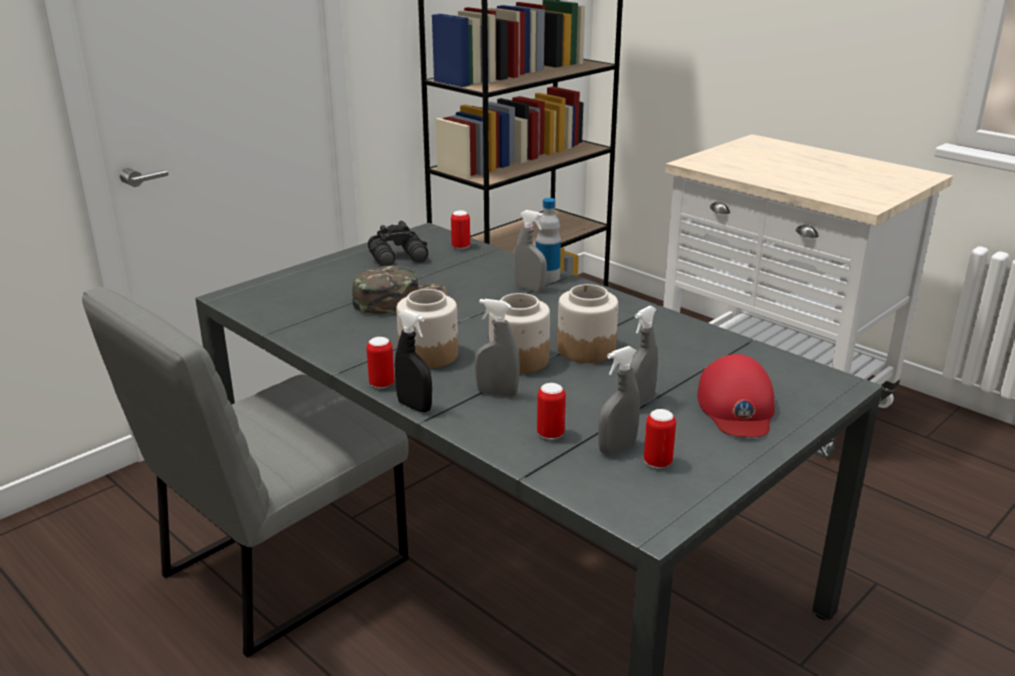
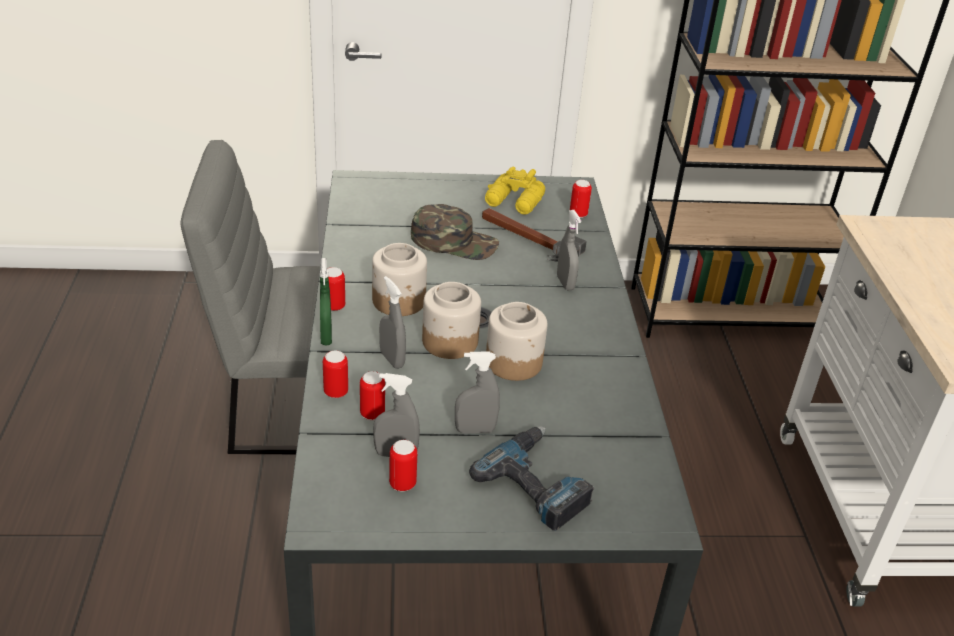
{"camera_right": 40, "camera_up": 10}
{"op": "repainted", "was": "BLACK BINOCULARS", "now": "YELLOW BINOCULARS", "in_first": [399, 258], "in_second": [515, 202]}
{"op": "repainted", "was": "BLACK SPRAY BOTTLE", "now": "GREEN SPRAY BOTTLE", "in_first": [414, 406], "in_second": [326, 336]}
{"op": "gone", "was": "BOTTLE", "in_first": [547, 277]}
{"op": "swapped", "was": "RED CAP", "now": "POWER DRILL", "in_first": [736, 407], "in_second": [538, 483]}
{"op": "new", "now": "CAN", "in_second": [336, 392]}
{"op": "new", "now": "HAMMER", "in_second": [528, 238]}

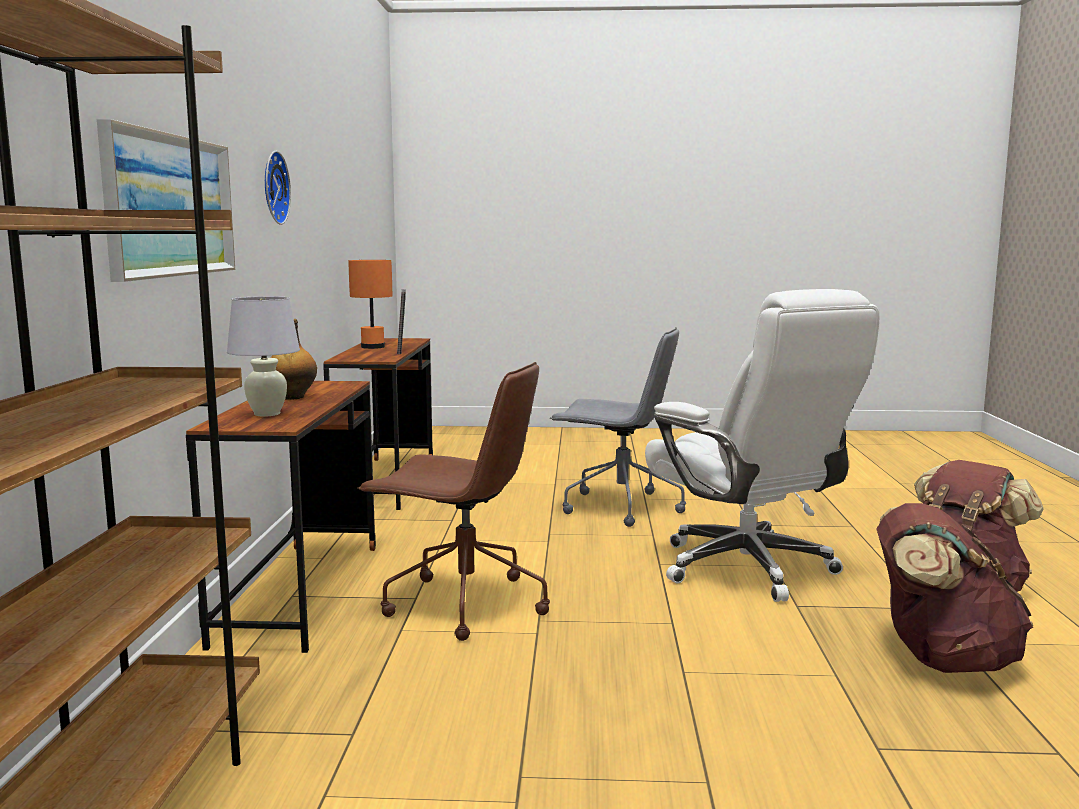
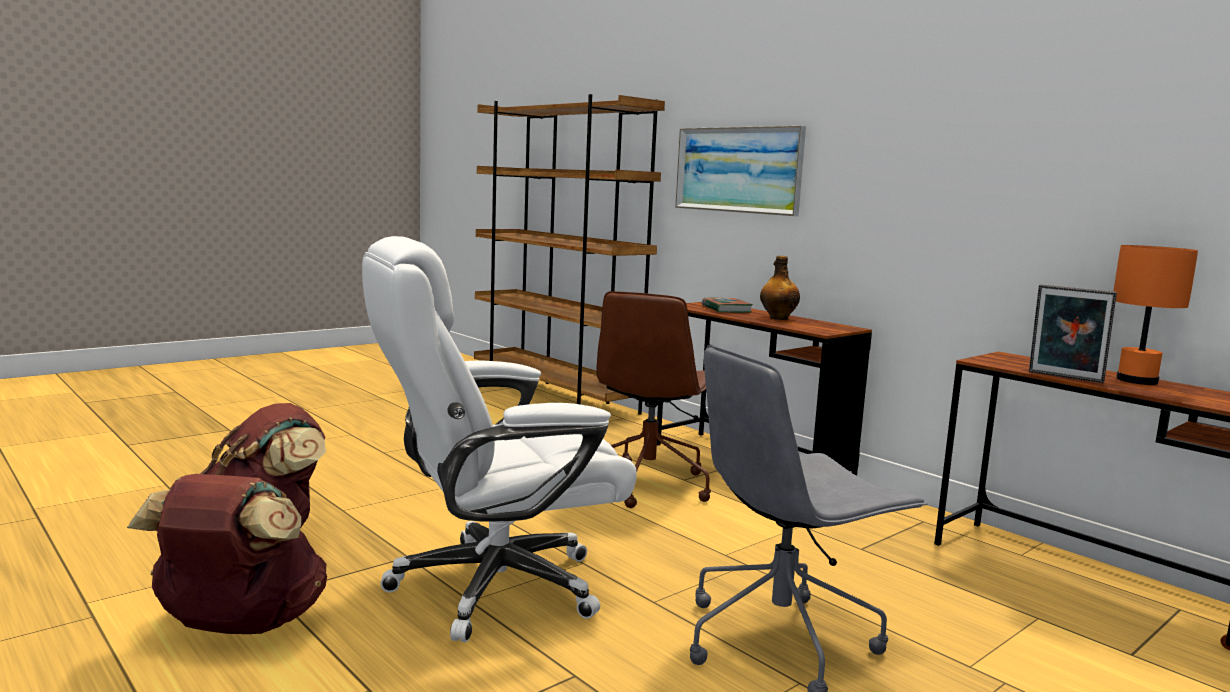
{"camera_right": 135, "camera_up": 0}
{"op": "swapped", "was": "WHITE TABLE LAMP", "now": "BOOK", "in_first": [267, 414], "in_second": [726, 309]}
{"op": "gone", "was": "WALL CLOCK", "in_first": [272, 187]}
{"op": "rotated", "was": "BROWN OFFICE CHAIR", "in_first": [459, 604], "in_second": [649, 483], "clockwise": -45}
{"op": "rotated", "was": "WHITE OFFICE CHAIR", "in_first": [746, 567], "in_second": [496, 587], "clockwise": -45}

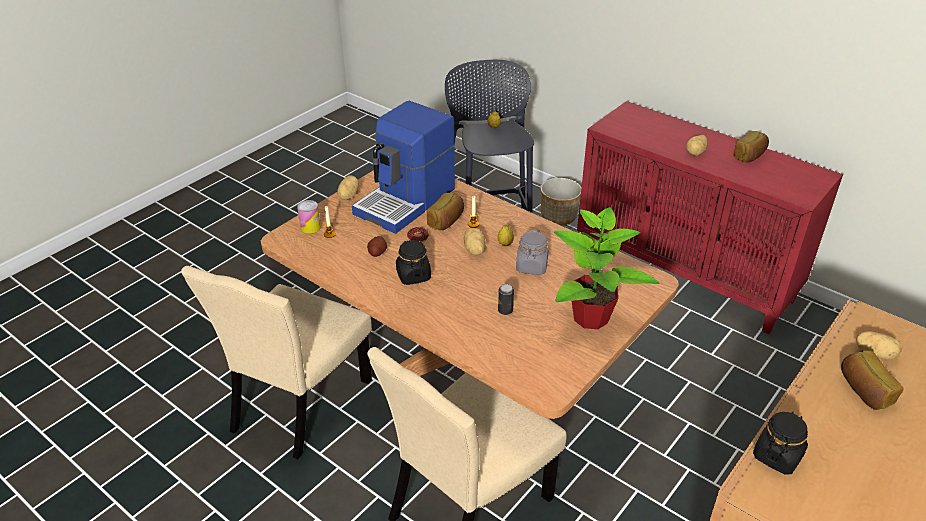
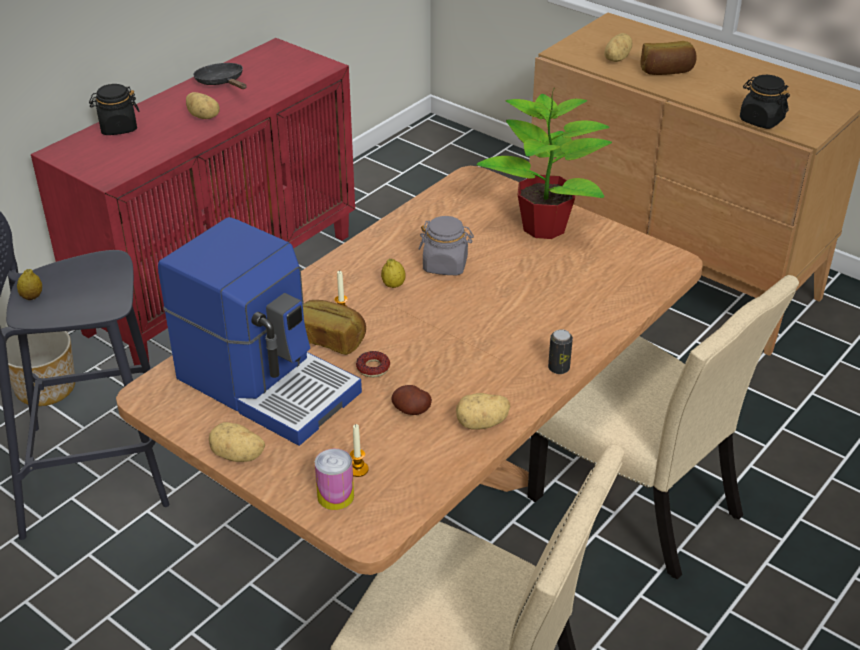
{"camera_right": -90, "camera_up": 0}
{"op": "shifted", "was": "BLACK JAR", "in_first": [413, 275], "in_second": [118, 128]}
{"op": "shifted", "was": "POTATO", "in_first": [474, 250], "in_second": [482, 424]}
{"op": "shifted", "was": "CAN", "in_first": [505, 310], "in_second": [558, 368]}
{"op": "swapped", "was": "BREAD", "now": "BLACK FRYING PAN", "in_first": [750, 156], "in_second": [222, 83]}

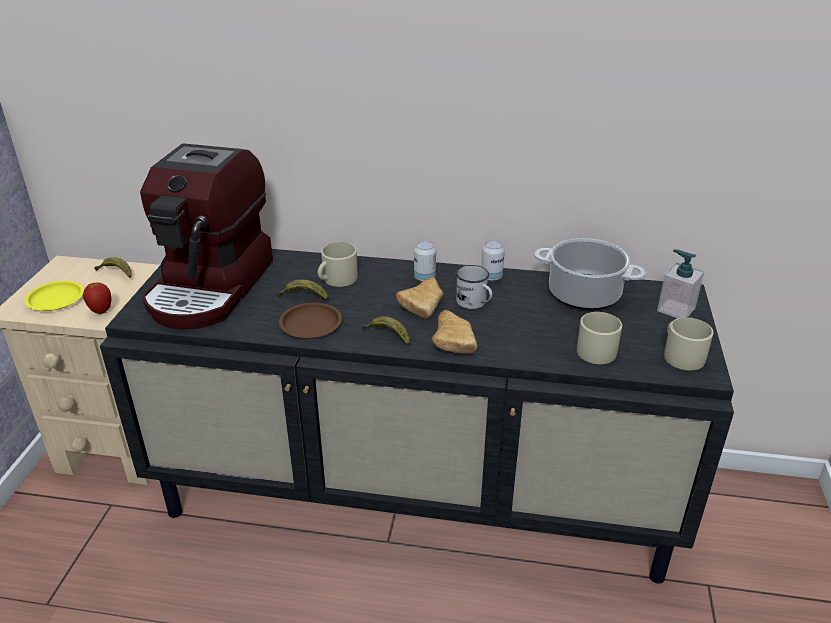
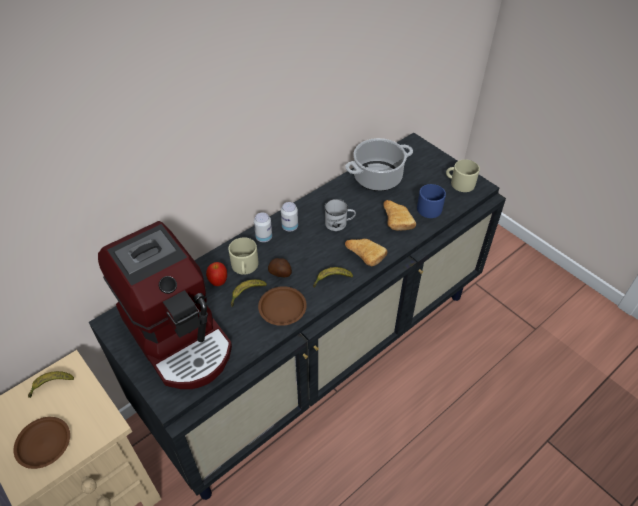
{"camera_right": -50, "camera_up": 15}
{"op": "repainted", "was": "YELLOW PLATE", "now": "BROWN PLATE", "in_first": [56, 299], "in_second": [44, 443]}
{"op": "shifted", "was": "APPLE", "in_first": [101, 311], "in_second": [218, 282]}
{"op": "shifted", "was": "BREAD", "in_first": [424, 304], "in_second": [396, 219]}
{"op": "shifted", "was": "CAN", "in_first": [491, 277], "in_second": [264, 237]}
{"op": "repainted", "was": "BEIGE MUG", "now": "BLUE MUG", "in_first": [600, 350], "in_second": [429, 206]}
{"op": "gone", "was": "SOAP DISPENSER", "in_first": [675, 309]}
{"op": "new", "now": "POTATO", "in_second": [280, 273]}

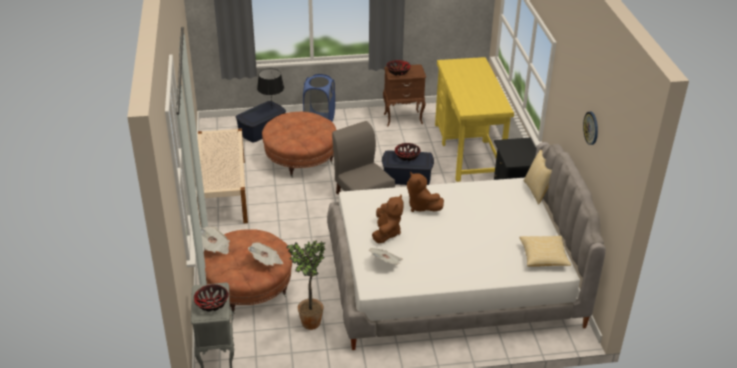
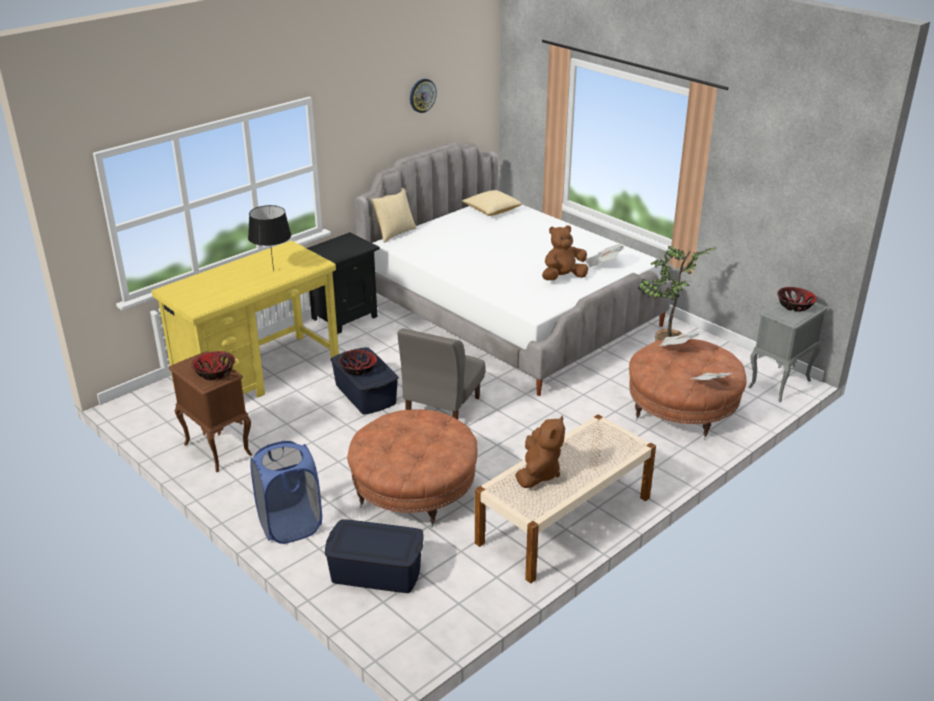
{"camera_right": -125, "camera_up": -5}
{"op": "shifted", "was": "BLACK TABLE LAMP", "in_first": [272, 109], "in_second": [273, 271]}
{"op": "shifted", "was": "BROWN PLUSH TOY", "in_first": [421, 206], "in_second": [538, 473]}

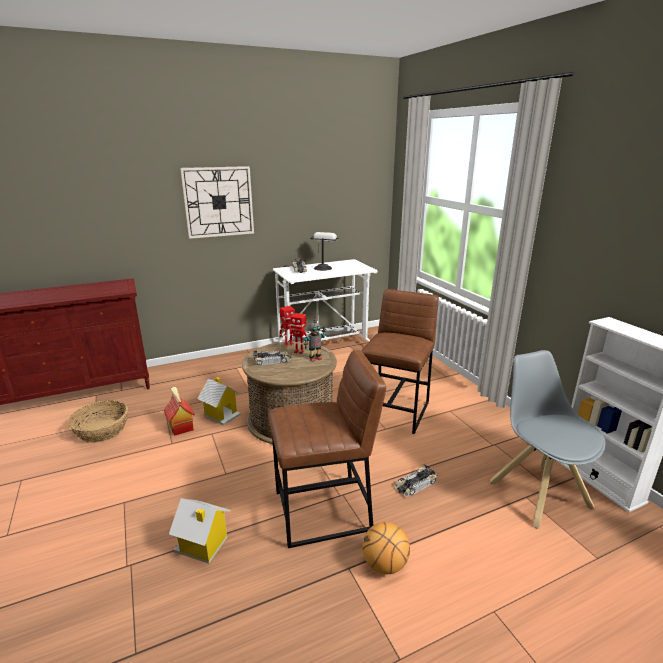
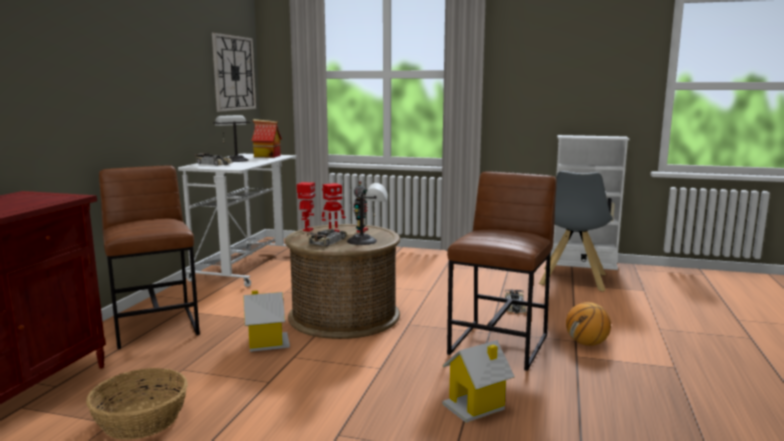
{"camera_right": -50, "camera_up": -10}
{"op": "shifted", "was": "TOY HOUSE", "in_first": [180, 427], "in_second": [266, 156]}
{"op": "shifted", "was": "WALL CLOCK", "in_first": [218, 202], "in_second": [234, 73]}
{"op": "shifted", "was": "BROWN CHAIR", "in_first": [395, 410], "in_second": [155, 325]}
{"op": "rotated", "was": "GREY CHAIR", "in_first": [537, 492], "in_second": [572, 280], "clockwise": -90}
{"op": "new", "now": "TABLE LAMP", "in_second": [368, 241]}

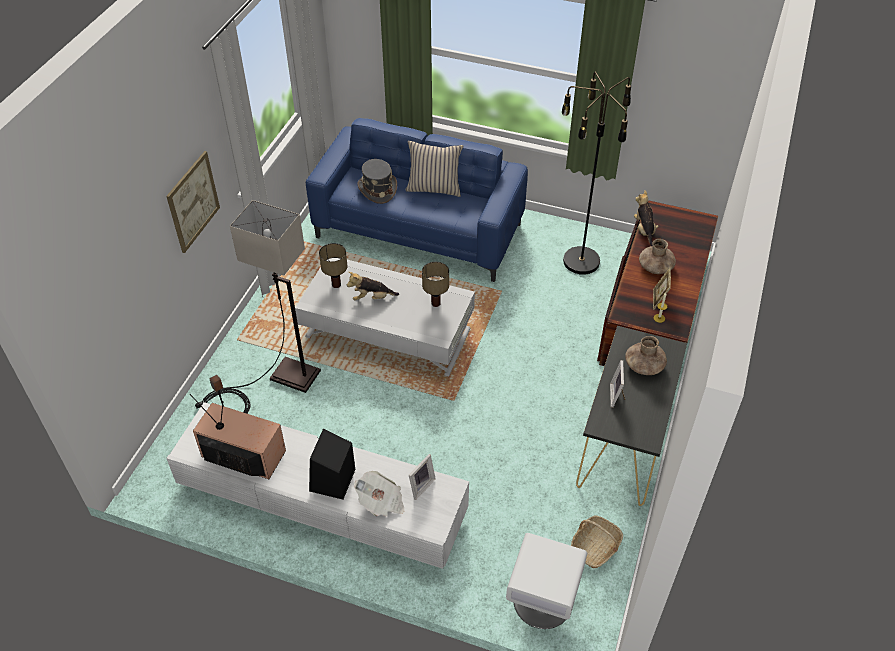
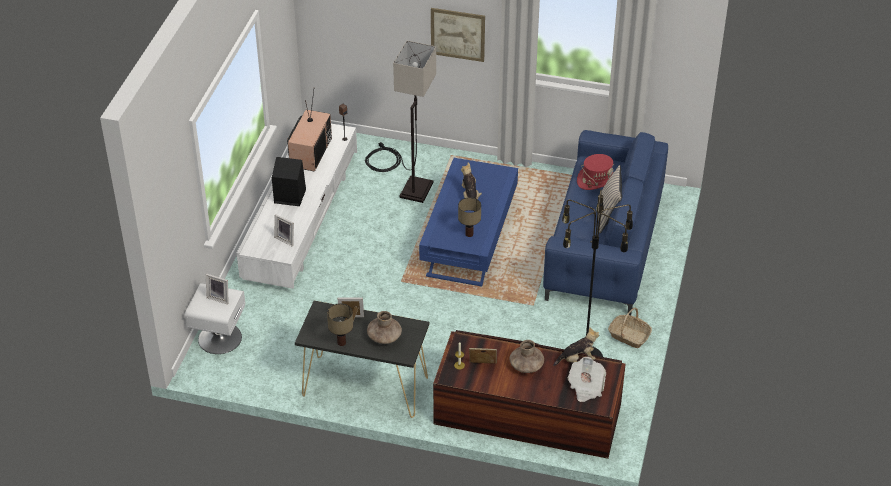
{"camera_right": 85, "camera_up": -5}
{"op": "repainted", "was": "WHITE COFFEE TABLE", "now": "BLUE COFFEE TABLE", "in_first": [388, 334], "in_second": [469, 238]}
{"op": "shifted", "was": "TABLE LAMP", "in_first": [336, 284], "in_second": [342, 342]}
{"op": "shifted", "was": "NEWSPAPER", "in_first": [381, 502], "in_second": [586, 387]}
{"op": "repainted", "was": "GREY HAT", "now": "RED HAT", "in_first": [377, 189], "in_second": [596, 180]}
{"op": "shifted", "was": "BASKET", "in_first": [595, 547], "in_second": [629, 336]}
{"op": "new", "now": "PICTURE FRAME", "in_second": [219, 298]}

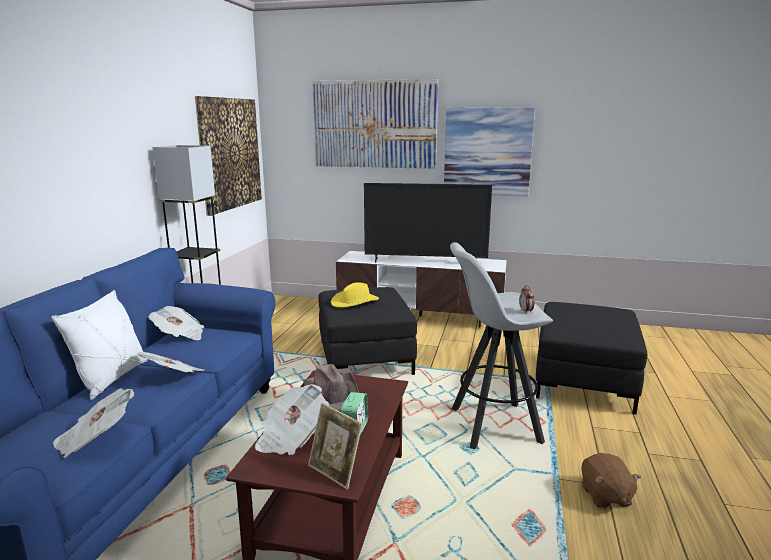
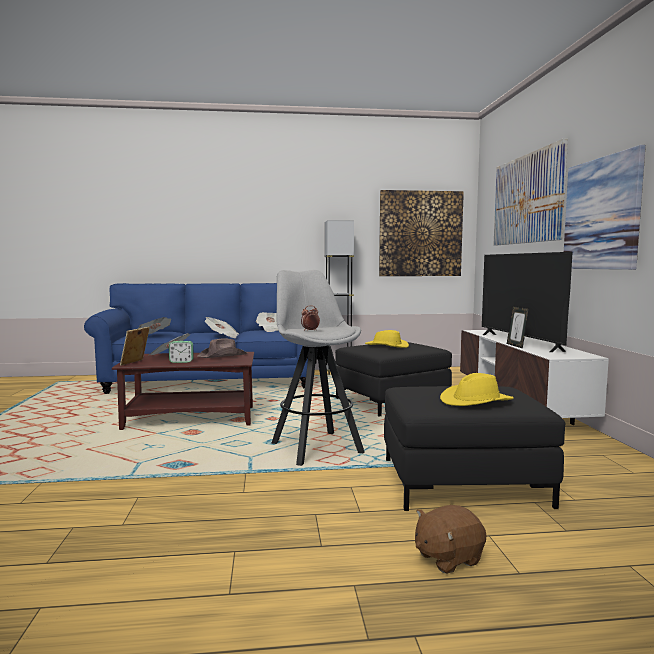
{"camera_right": 70, "camera_up": -10}
{"op": "gone", "was": "WHITE PILLOW", "in_first": [112, 378]}
{"op": "shifted", "was": "BROWN PLUSH TOY", "in_first": [605, 496], "in_second": [447, 557]}
{"op": "new", "now": "YELLOW HAT", "in_second": [476, 401]}
{"op": "new", "now": "PICTURE FRAME", "in_second": [516, 346]}

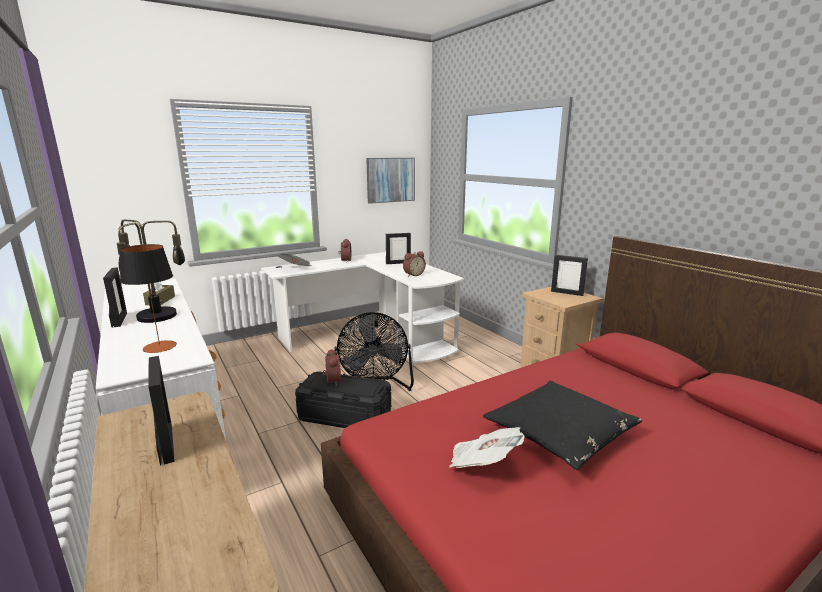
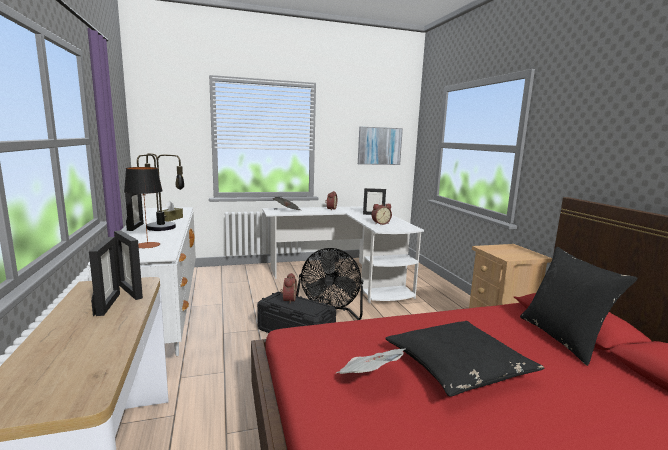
{"camera_right": 15, "camera_up": -5}
{"op": "shifted", "was": "PICTURE FRAME", "in_first": [567, 293], "in_second": [131, 291]}
{"op": "new", "now": "BLACK PILLOW", "in_second": [563, 338]}

